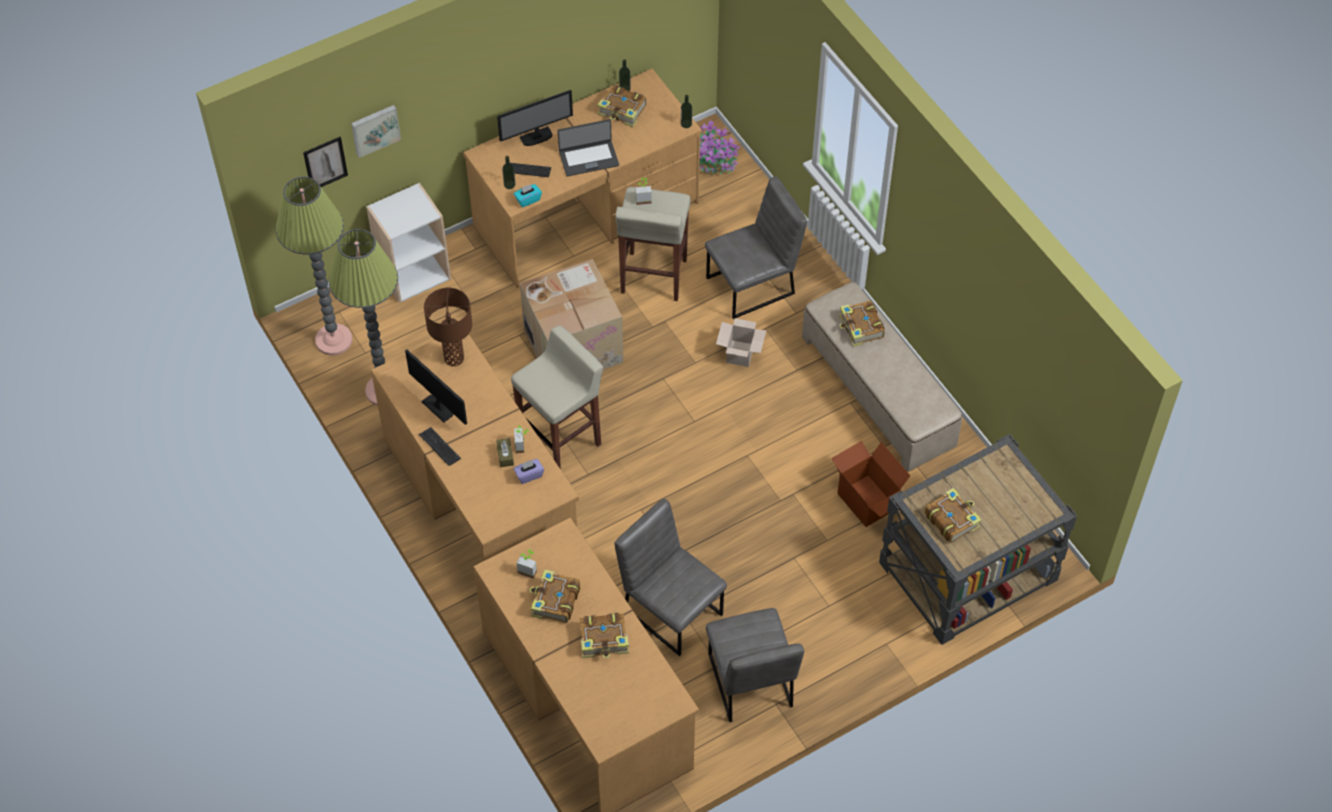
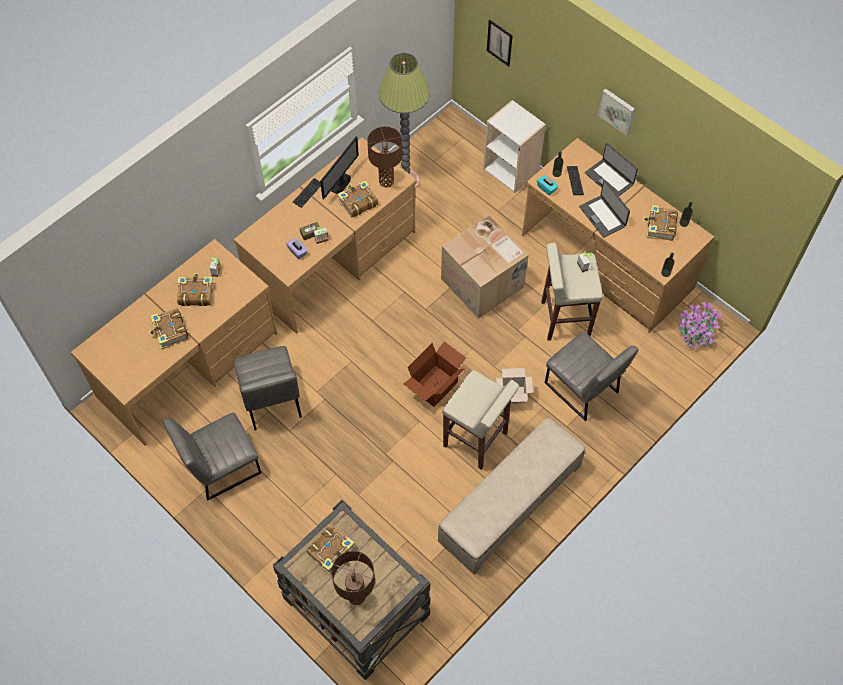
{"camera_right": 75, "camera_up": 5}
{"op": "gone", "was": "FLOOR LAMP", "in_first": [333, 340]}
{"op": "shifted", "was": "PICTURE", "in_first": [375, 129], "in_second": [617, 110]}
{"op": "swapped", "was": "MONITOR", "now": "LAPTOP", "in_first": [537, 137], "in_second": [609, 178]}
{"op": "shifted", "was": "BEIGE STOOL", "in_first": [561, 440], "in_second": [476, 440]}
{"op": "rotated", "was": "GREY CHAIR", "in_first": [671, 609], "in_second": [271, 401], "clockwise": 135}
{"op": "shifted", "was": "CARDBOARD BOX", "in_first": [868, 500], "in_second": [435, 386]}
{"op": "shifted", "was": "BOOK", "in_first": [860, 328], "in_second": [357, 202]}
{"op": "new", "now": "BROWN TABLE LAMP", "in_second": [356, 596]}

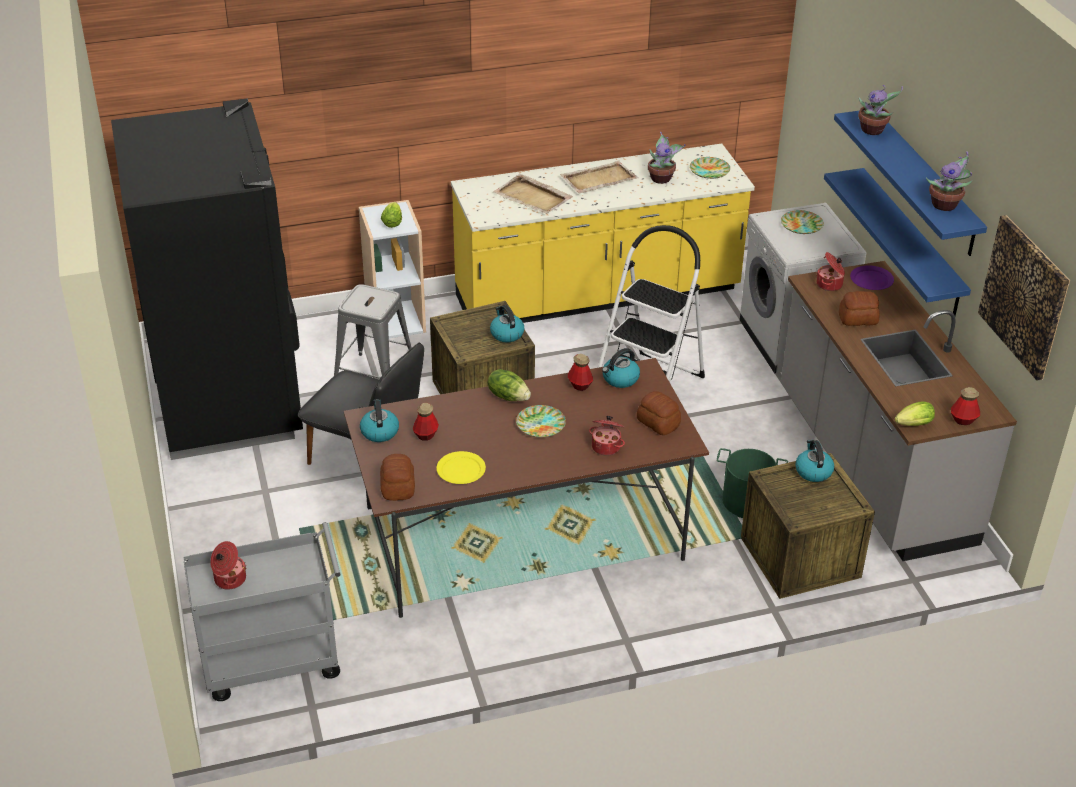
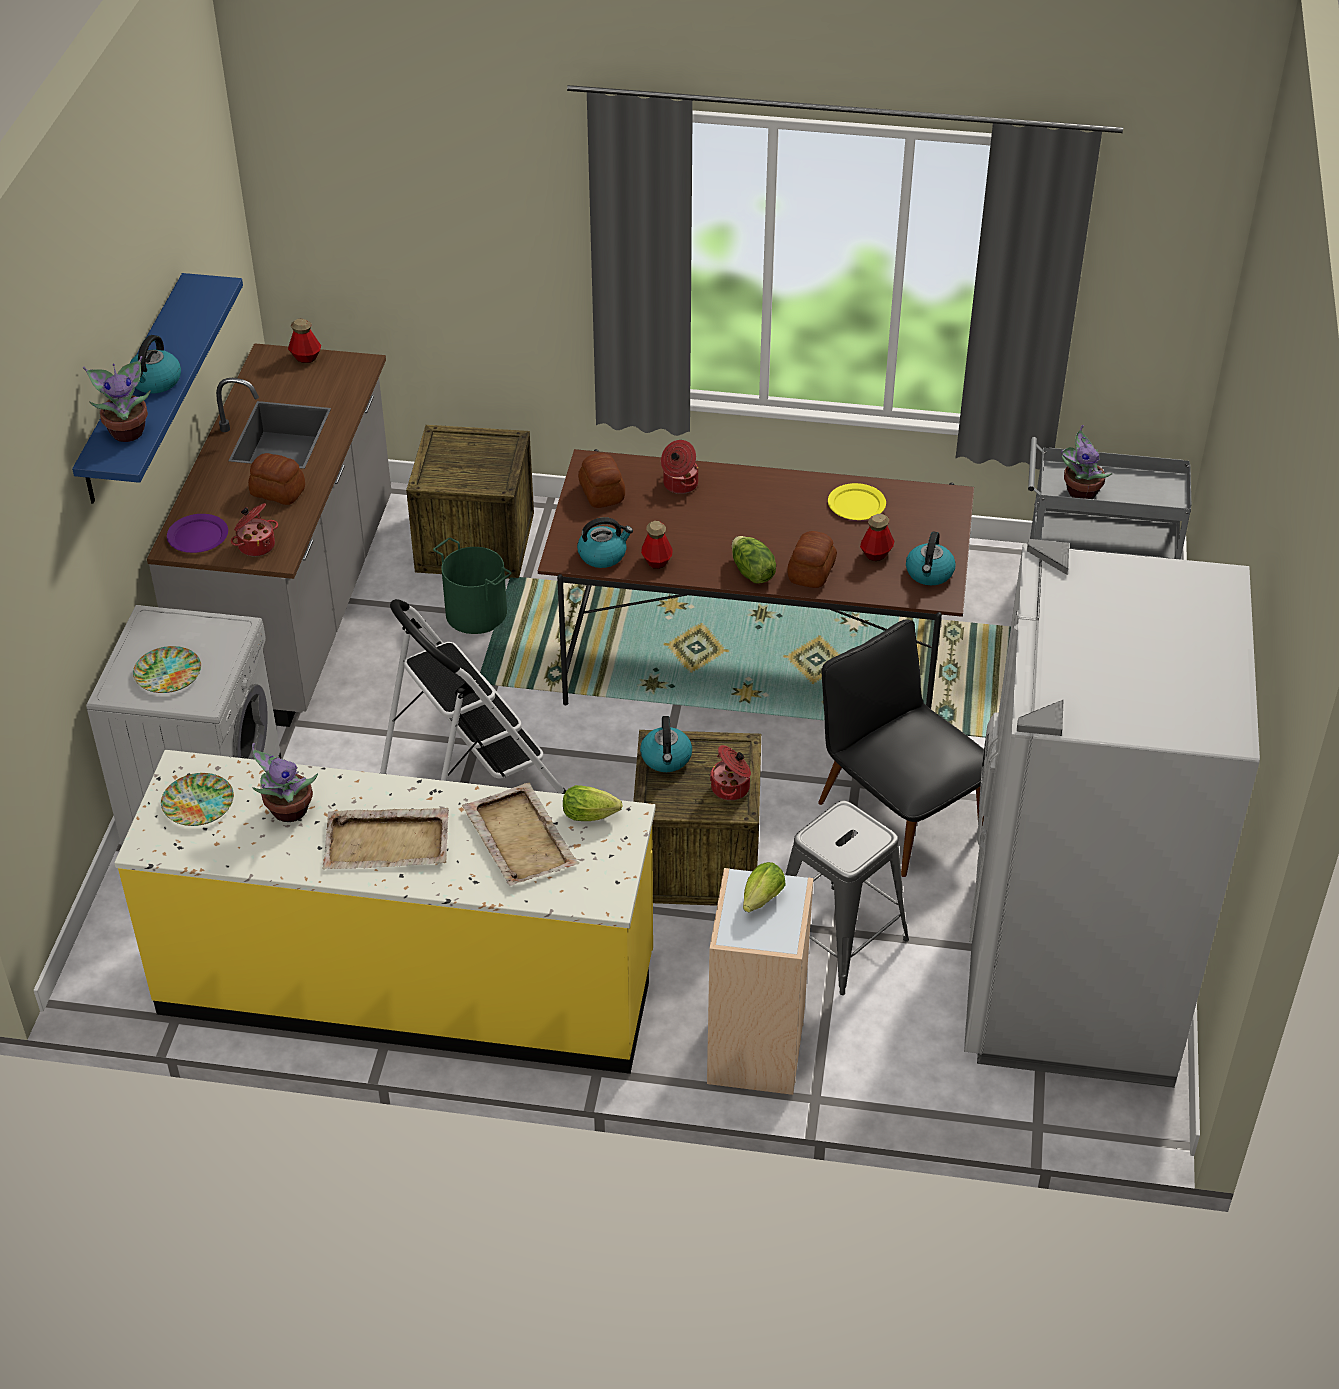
{"camera_right": -155, "camera_up": 5}
{"op": "repainted", "was": "BLACK FRIDGE", "now": "WHITE FRIDGE", "in_first": [229, 398], "in_second": [1068, 974]}
{"op": "shifted", "was": "COOKING POT", "in_first": [229, 579], "in_second": [731, 788]}
{"op": "shifted", "was": "BREAD", "in_first": [398, 487], "in_second": [810, 572]}
{"op": "gone", "was": "PLATE", "in_first": [540, 424]}
{"op": "shifted", "was": "KETTLE", "in_first": [813, 471], "in_second": [155, 382]}
{"op": "gone", "was": "BLUE SHELF", "in_first": [911, 242]}
{"op": "shifted", "was": "LETTUCE", "in_first": [912, 425], "in_second": [593, 815]}
{"op": "shifted", "was": "POTTED PLANT", "in_first": [945, 205], "in_second": [1080, 492]}
{"op": "gone", "was": "PICTURE", "in_first": [1024, 296]}

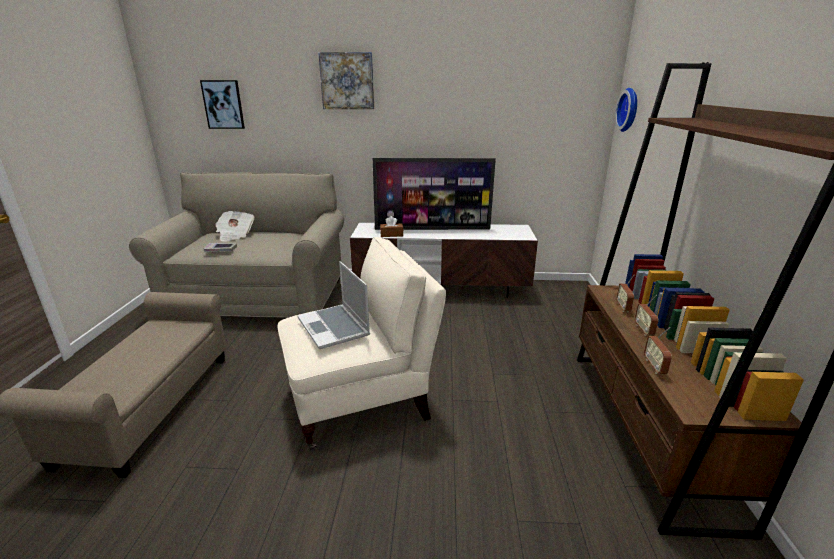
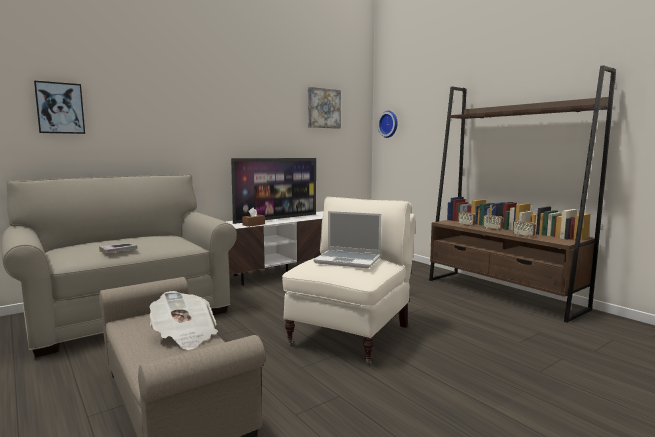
{"camera_right": -40, "camera_up": -15}
{"op": "shifted", "was": "NEWSPAPER", "in_first": [235, 235], "in_second": [184, 336]}
{"op": "shifted", "was": "PICTURE", "in_first": [347, 81], "in_second": [323, 108]}

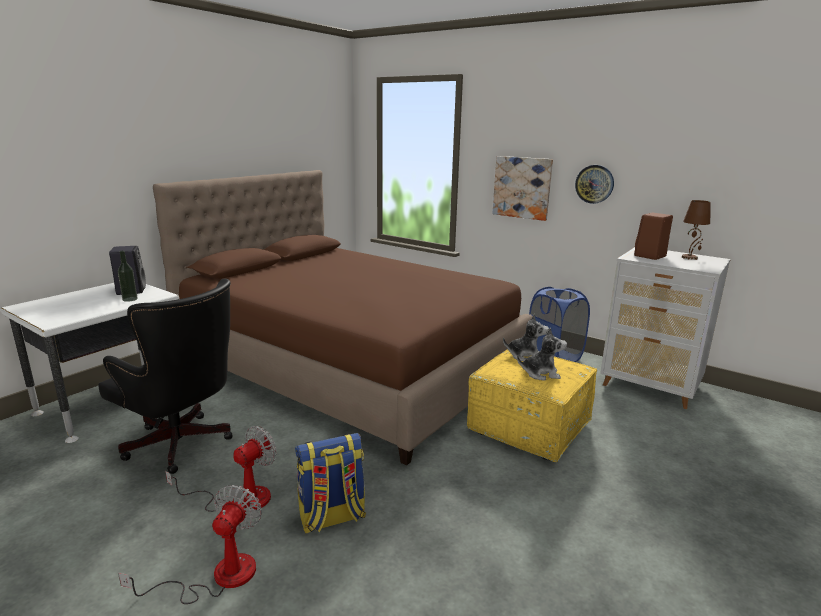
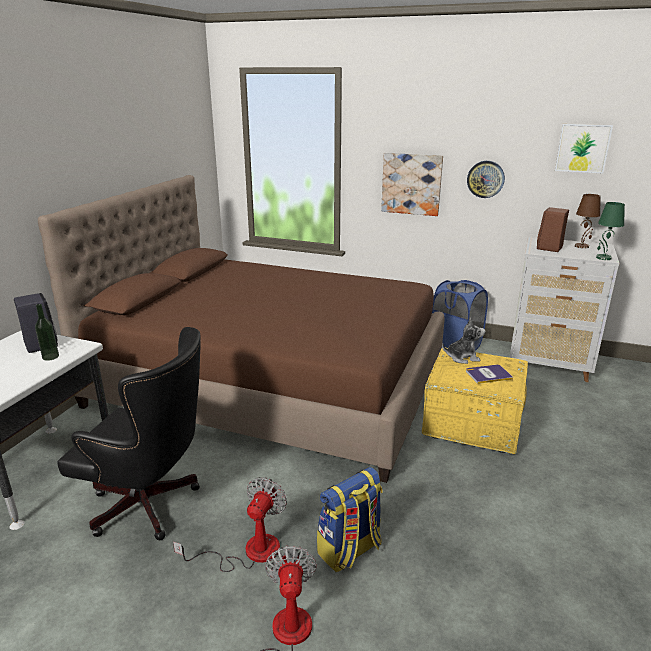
{"camera_right": -15, "camera_up": 5}
{"op": "swapped", "was": "PLUSH TOY", "now": "BOOK", "in_first": [540, 373], "in_second": [488, 374]}
{"op": "new", "now": "PICTURE", "in_second": [582, 148]}
{"op": "new", "now": "GREEN TABLE LAMP", "in_second": [603, 258]}

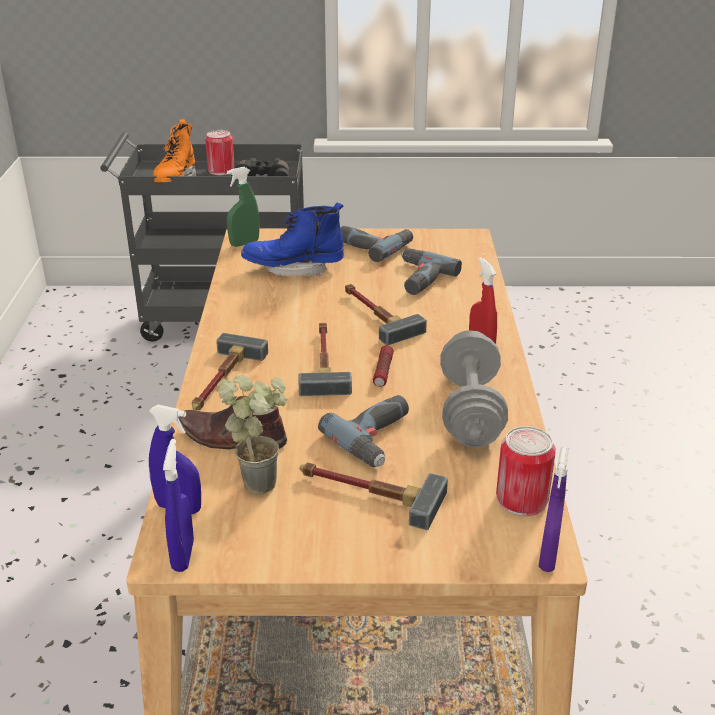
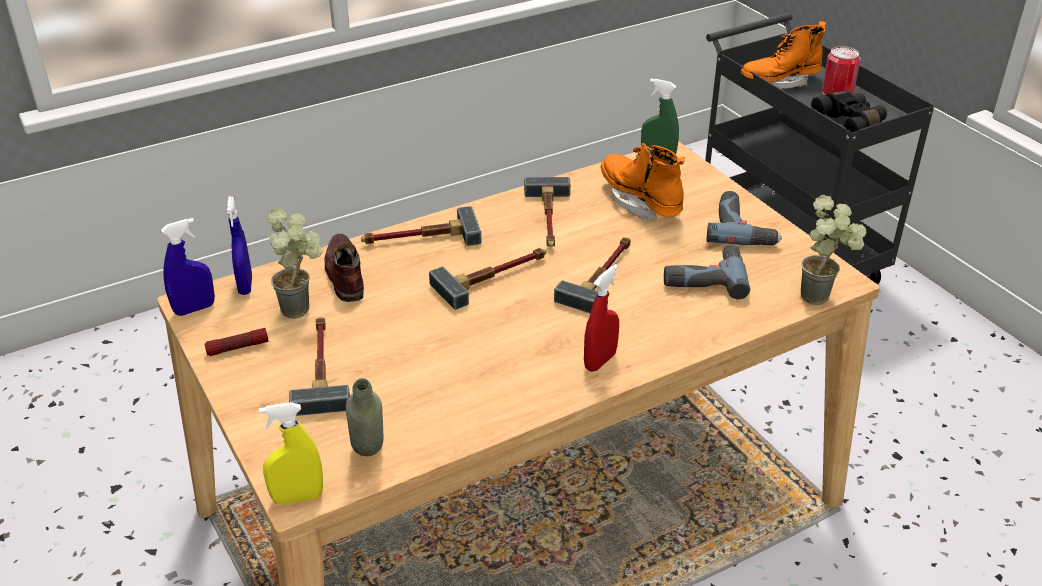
{"camera_right": 60, "camera_up": 5}
{"op": "repainted", "was": "BLUE BOOT", "now": "ORANGE BOOT", "in_first": [294, 269], "in_second": [640, 202]}
{"op": "gone", "was": "POWER DRILL", "in_first": [379, 438]}
{"op": "shifted", "was": "FLASHLIGHT", "in_first": [383, 372], "in_second": [238, 348]}
{"op": "gone", "was": "GREY DUMBBELL", "in_first": [470, 411]}
{"op": "swapped", "was": "CAN", "now": "GREY BOTTLE", "in_first": [522, 499], "in_second": [369, 459]}
{"op": "repainted", "was": "PURPLE SPRAY BOTTLE", "now": "YELLOW SPRAY BOTTLE", "in_first": [548, 557], "in_second": [297, 497]}
{"op": "new", "now": "HAMMER", "in_second": [548, 219]}
{"op": "new", "now": "POTTED PLANT", "in_second": [823, 297]}

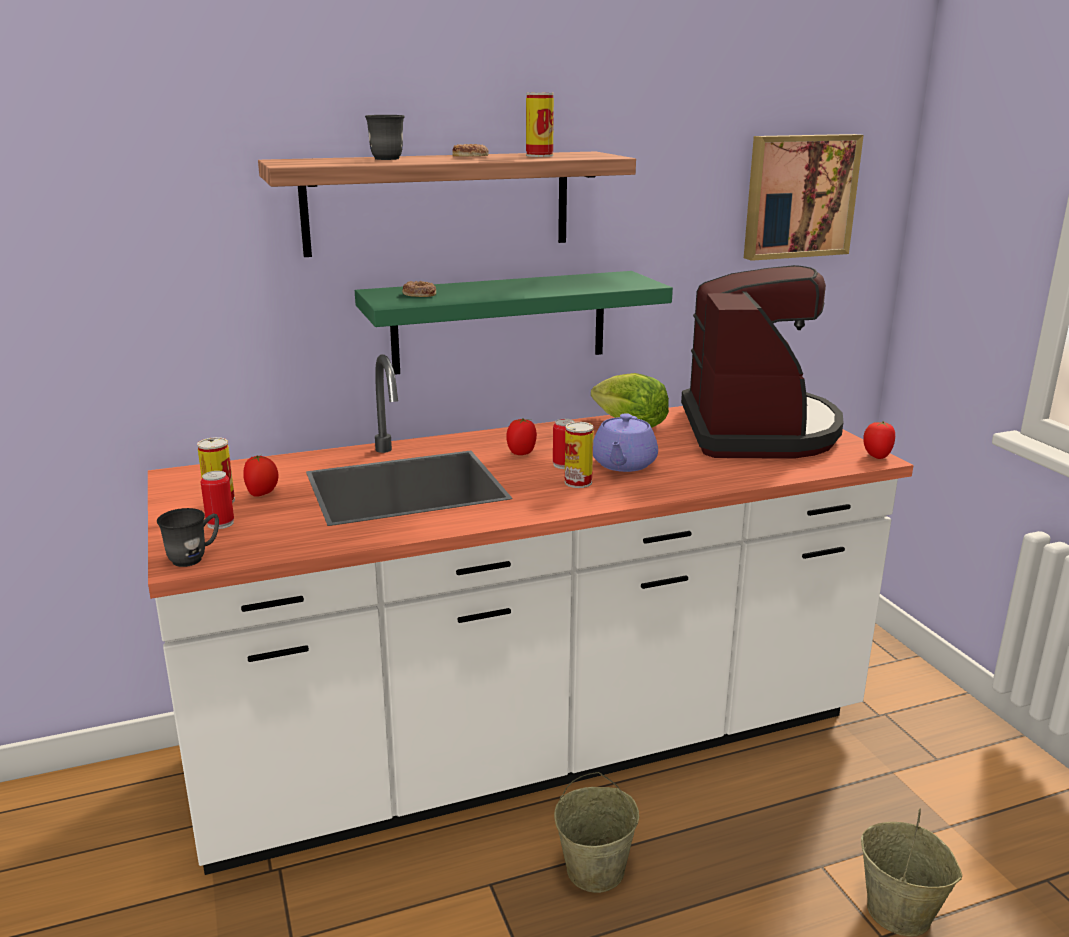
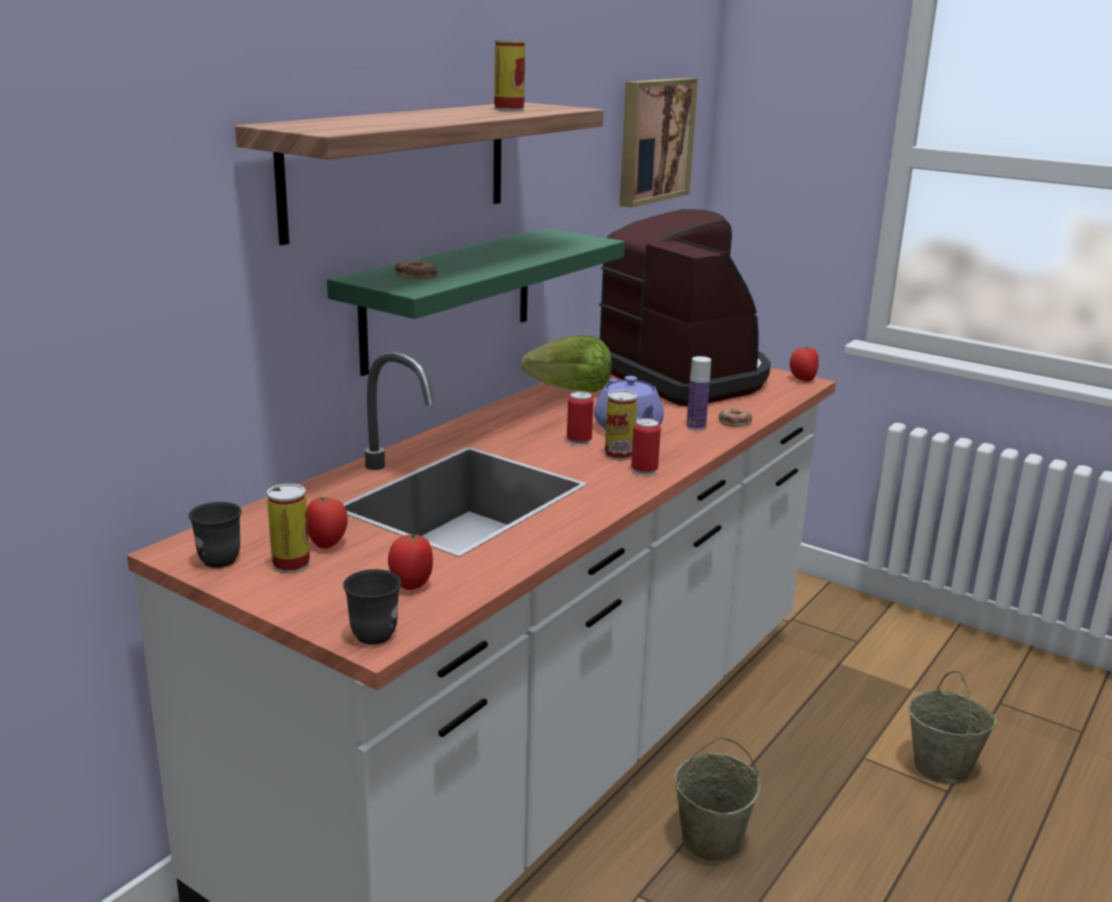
{"camera_right": -35, "camera_up": 0}
{"op": "shifted", "was": "CAN", "in_first": [220, 523], "in_second": [644, 471]}
{"op": "shifted", "was": "GREY MUG", "in_first": [386, 158], "in_second": [215, 557]}
{"op": "shifted", "was": "DONUT", "in_first": [471, 156], "in_second": [735, 421]}
{"op": "shifted", "was": "TOMATO", "in_first": [521, 453], "in_second": [411, 584]}
{"op": "new", "now": "BOTTLE", "in_second": [696, 426]}

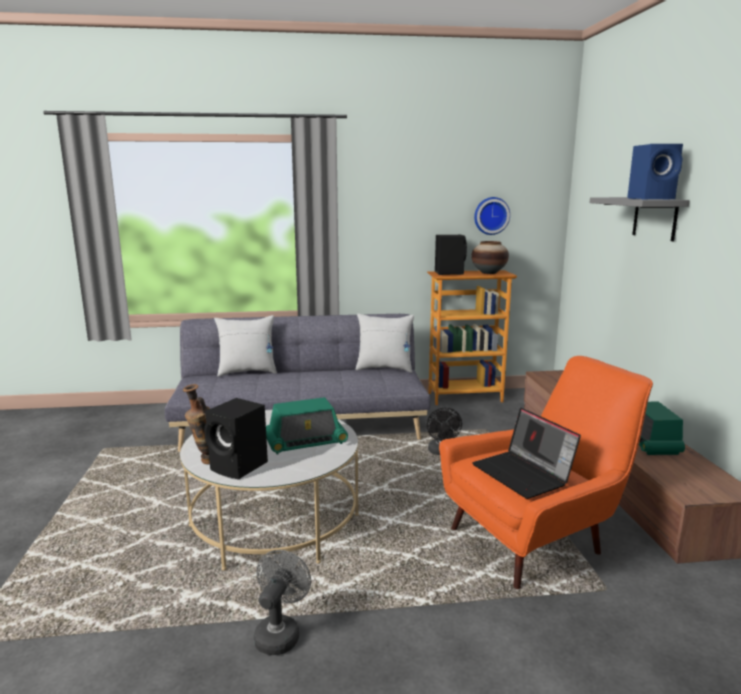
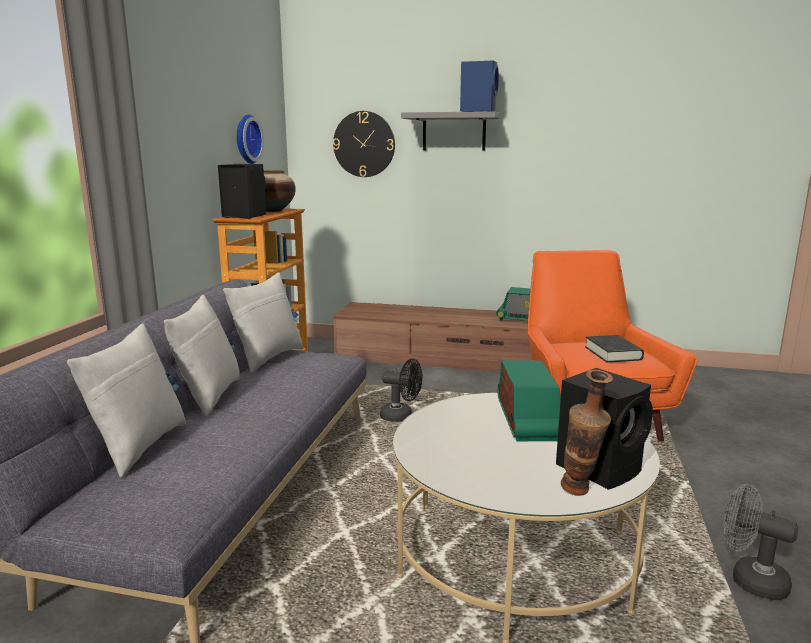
{"camera_right": -70, "camera_up": 0}
{"op": "swapped", "was": "LAPTOP", "now": "BLACK BOOK", "in_first": [524, 474], "in_second": [613, 353]}
{"op": "new", "now": "GREY PILLOW", "in_second": [209, 397]}
{"op": "new", "now": "WALL CLOCK", "in_second": [364, 144]}

